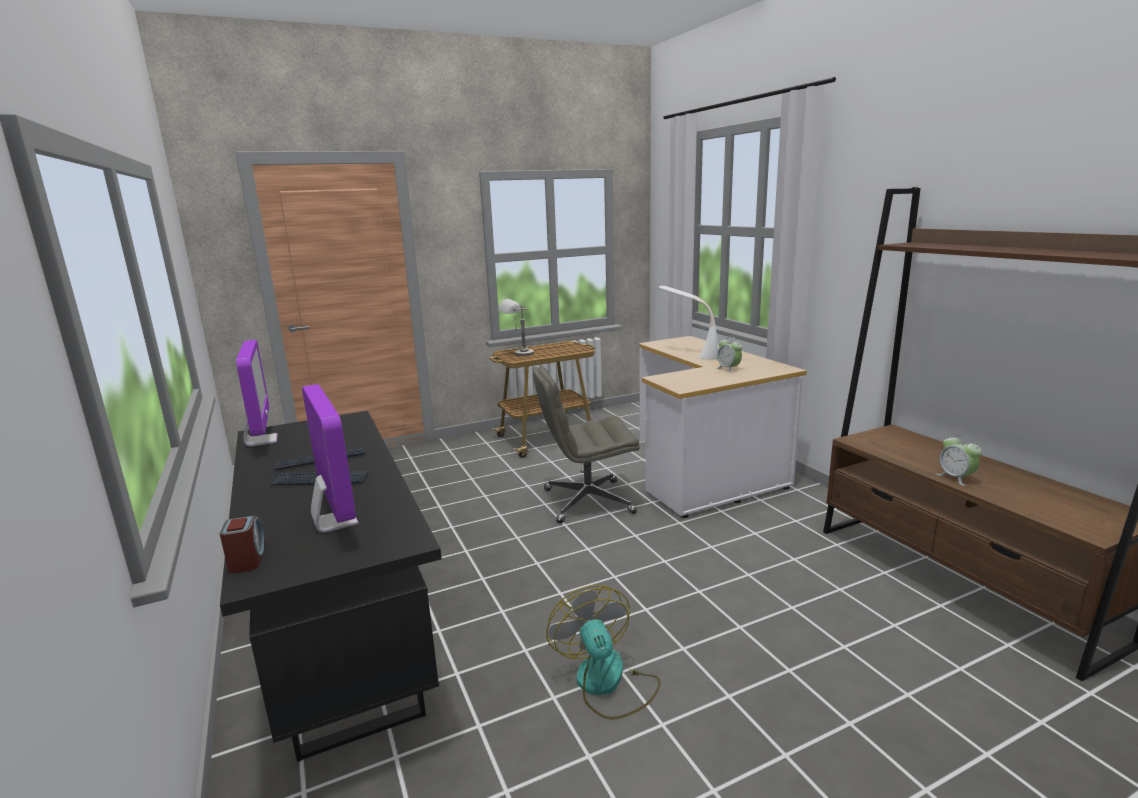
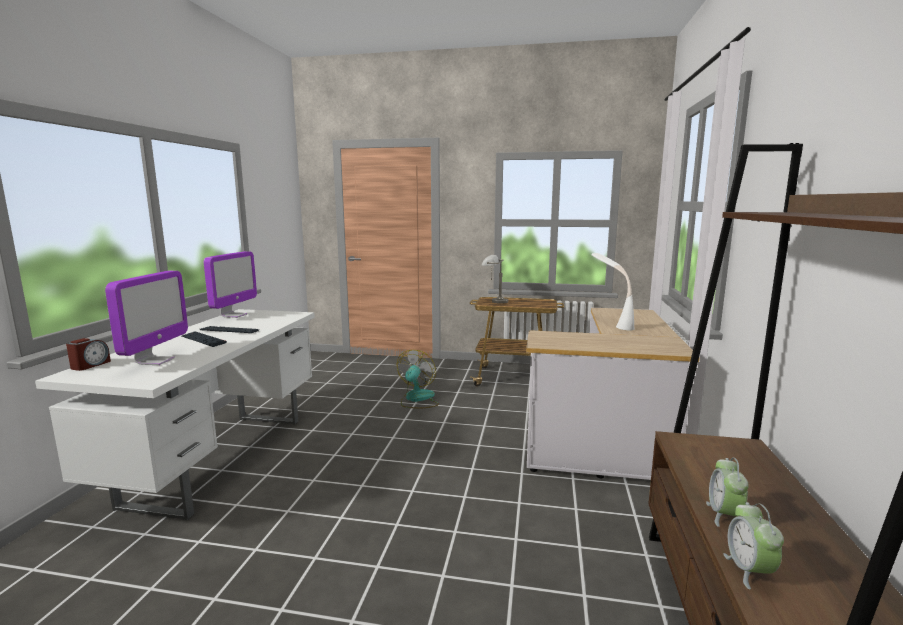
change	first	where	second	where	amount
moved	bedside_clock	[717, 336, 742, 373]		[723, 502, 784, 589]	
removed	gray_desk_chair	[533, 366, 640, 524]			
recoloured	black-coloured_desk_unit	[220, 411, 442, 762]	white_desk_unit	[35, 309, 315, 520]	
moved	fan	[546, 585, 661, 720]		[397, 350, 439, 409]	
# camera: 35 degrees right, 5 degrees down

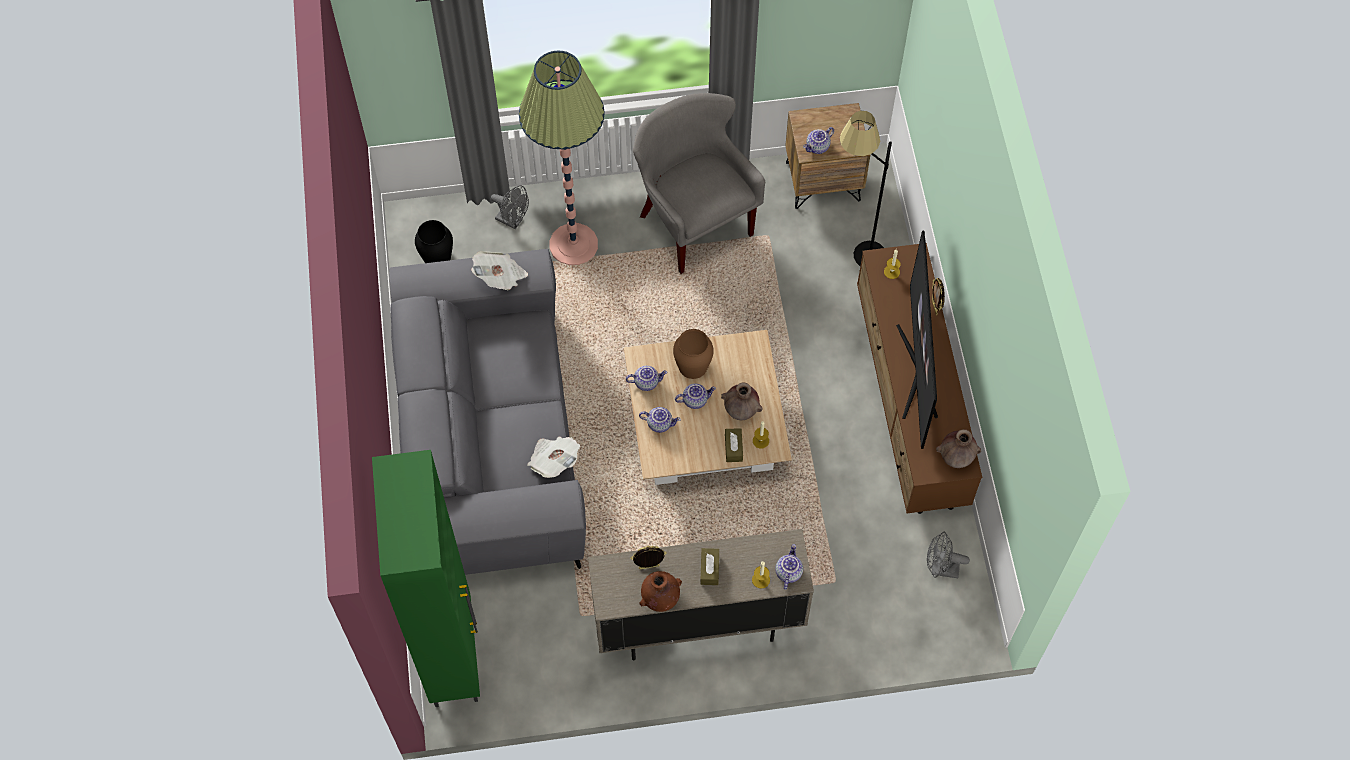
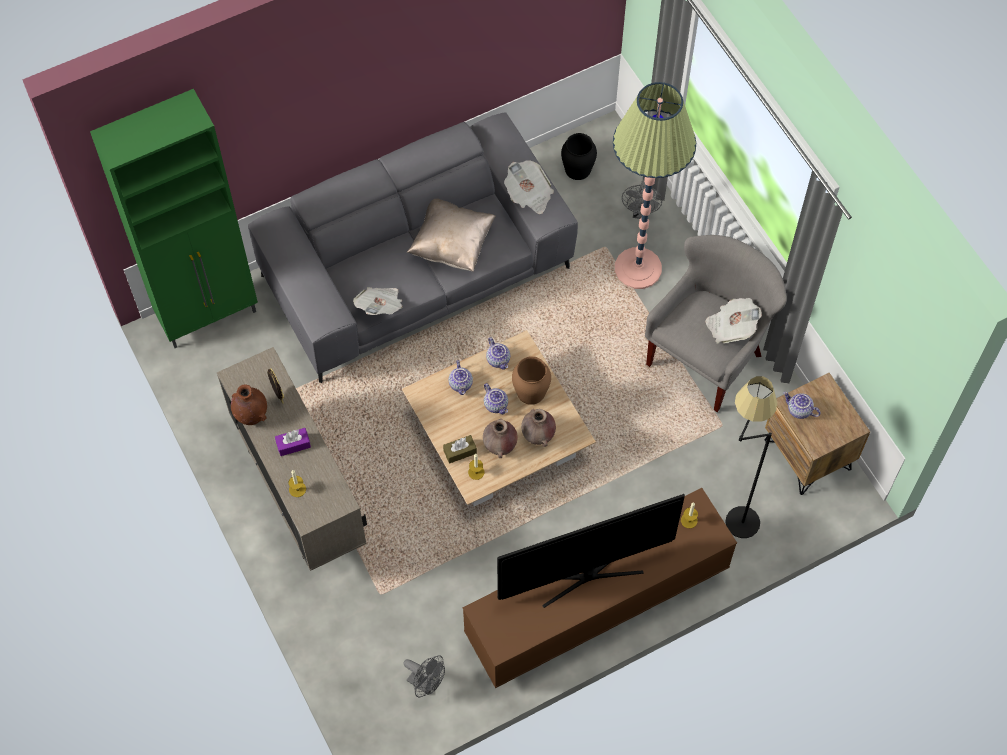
change	first	where	second	where	amount
removed	photo_frame	[932, 278, 945, 315]			
moved	brown_flower_vase	[936, 429, 981, 468]		[521, 409, 556, 447]	
turned	gray_fan	[927, 532, 970, 578]		[403, 655, 445, 697]	135 degrees clockwise
removed	teapot	[775, 544, 803, 590]			
recoloured	brown_box_of_tissues	[700, 548, 719, 585]	purple-coloured_box_of_tissues	[275, 428, 311, 456]	
added			beige_throw_pillow	[406, 198, 496, 272]	
added			daily_paper	[705, 298, 762, 343]	
# camera: 70 degrees right, 0 degrees up

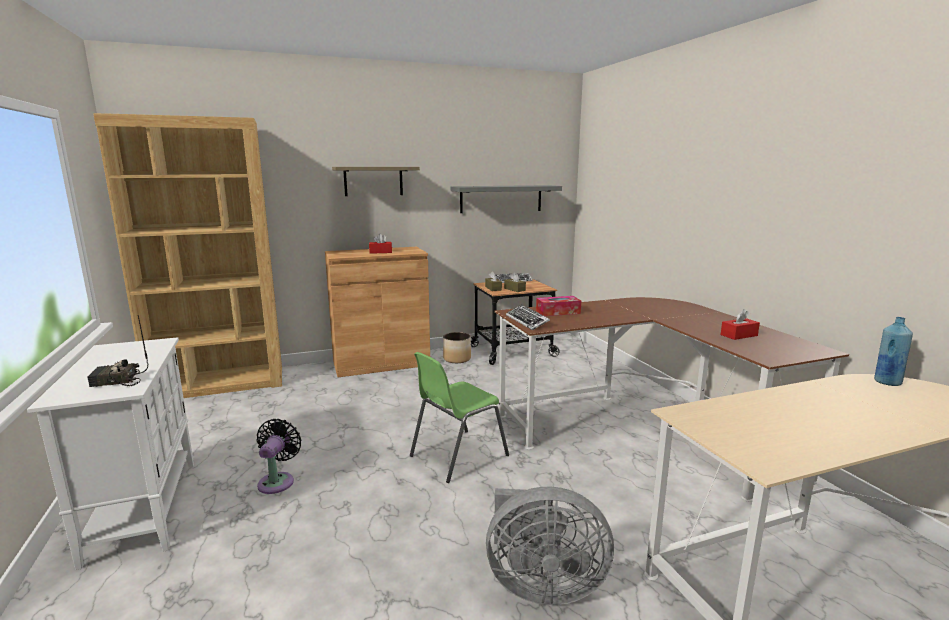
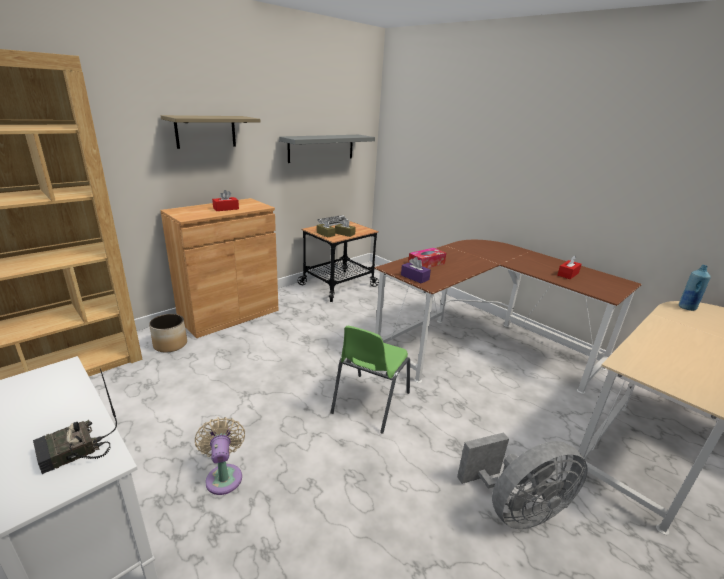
change	first	where	second	where	amount
replaced	keyboard	[506, 305, 550, 330]	purple-coloured_box_of_tissues	[401, 257, 431, 283]	
moved	plant_pot	[443, 332, 471, 363]		[149, 314, 187, 353]	
recoloured	black-coloured_fan	[256, 419, 301, 494]	beige_fan	[195, 417, 245, 495]	
# camera: 25 degrees left, 10 degrees up

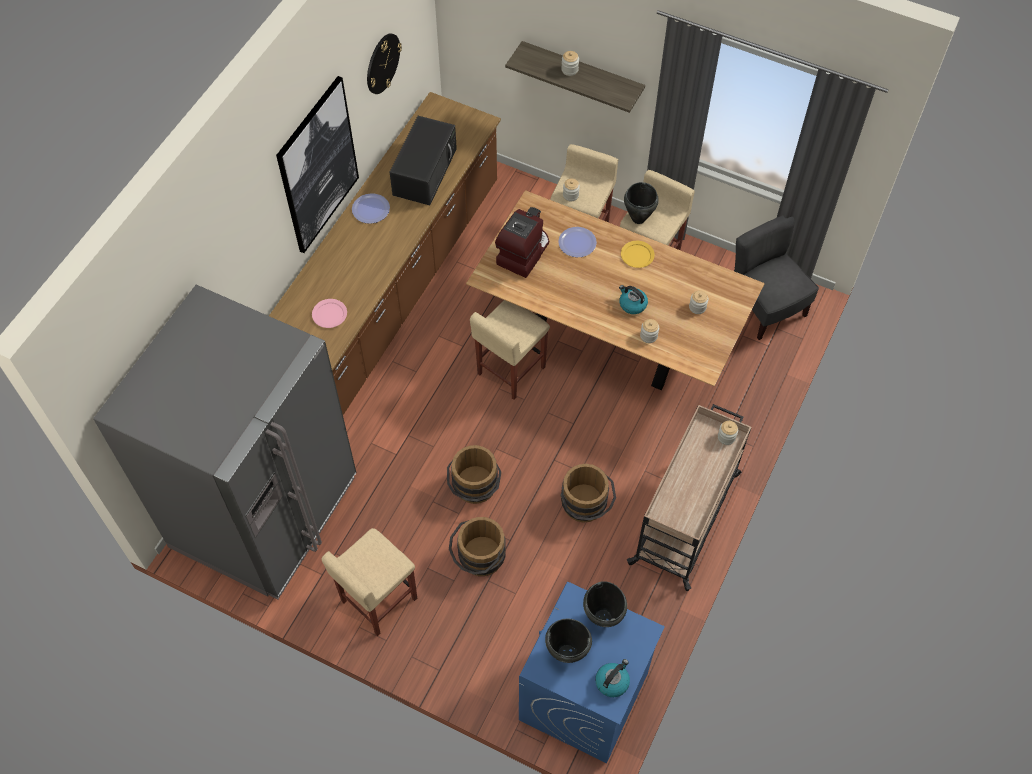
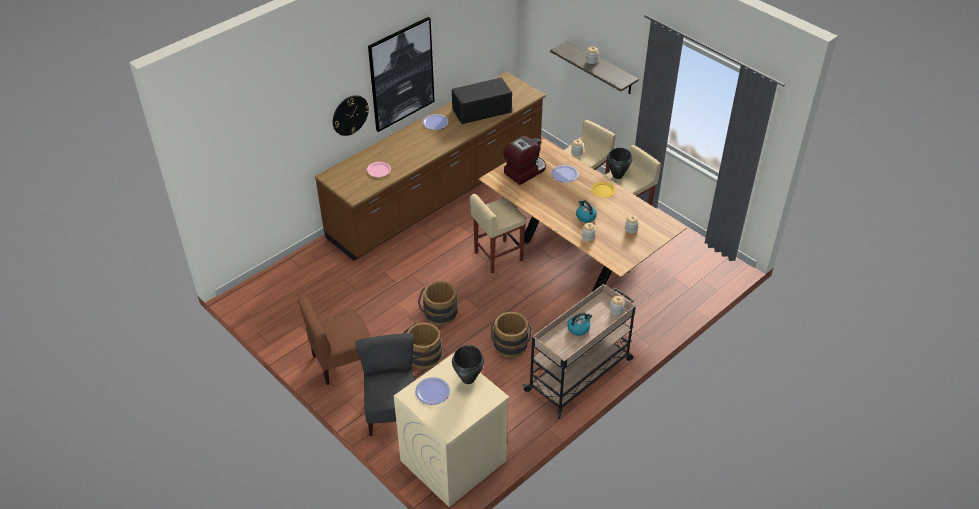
change	first	where	second	where	amount
moved	clock_on_the_wall	[367, 33, 402, 94]		[333, 95, 369, 136]	
turned	black-coloured_kitchen_microwave	[390, 116, 457, 205]		[452, 77, 512, 124]	150 degrees counterclockwise
moved	gray_plain_chair	[734, 215, 819, 340]		[355, 333, 415, 436]	
removed	gray_refrigerator	[93, 285, 356, 599]			
replaced	beige_sitting_stool	[321, 528, 417, 636]	brown_plain_chair	[298, 296, 370, 385]	
recoloured	blue_laundry_machine	[519, 582, 665, 764]	beige_laundry_machine	[394, 352, 509, 507]	
replaced	black-coloured_saucepot	[545, 619, 592, 663]	flat_dish	[415, 377, 450, 405]	
moved	tea_kettle	[595, 659, 630, 697]		[567, 312, 592, 336]	
# camera: 20 degrees right, 15 degrees down

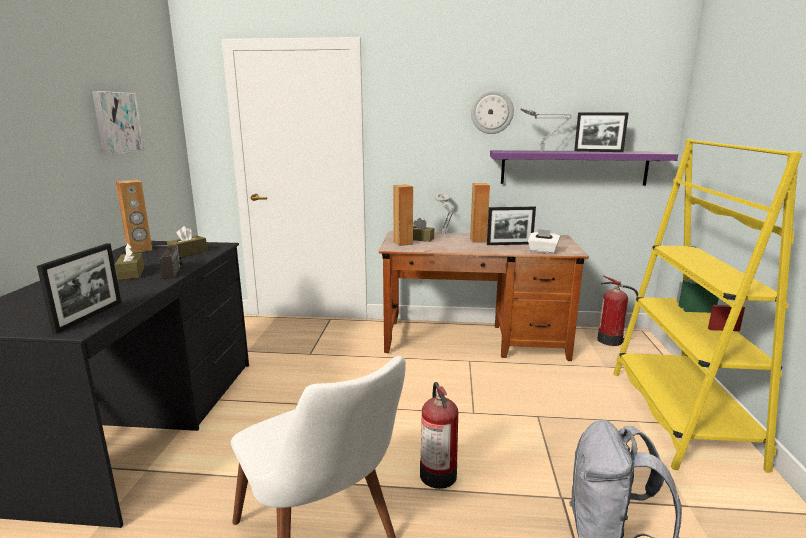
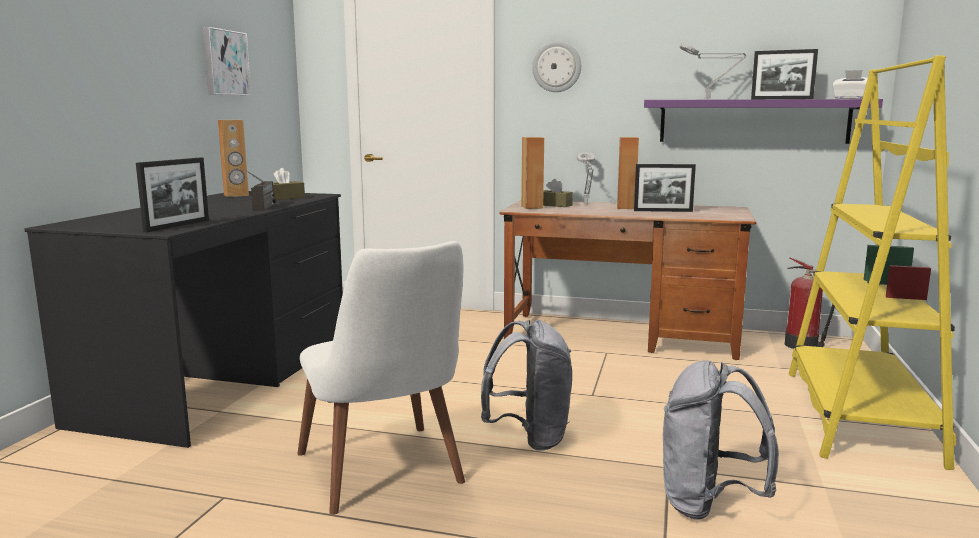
change	first	where	second	where	amount
moved	clock_on_the_wall	[471, 90, 514, 134]		[532, 41, 581, 92]	
moved	white_box_of_tissues	[528, 229, 560, 254]		[832, 70, 868, 99]	
removed	brown_box_of_tissues	[115, 243, 144, 280]			
replaced	extinguisher	[420, 382, 458, 489]	gray_knapsack	[481, 320, 572, 451]	
# camera: 10 degrees right, 5 degrees down

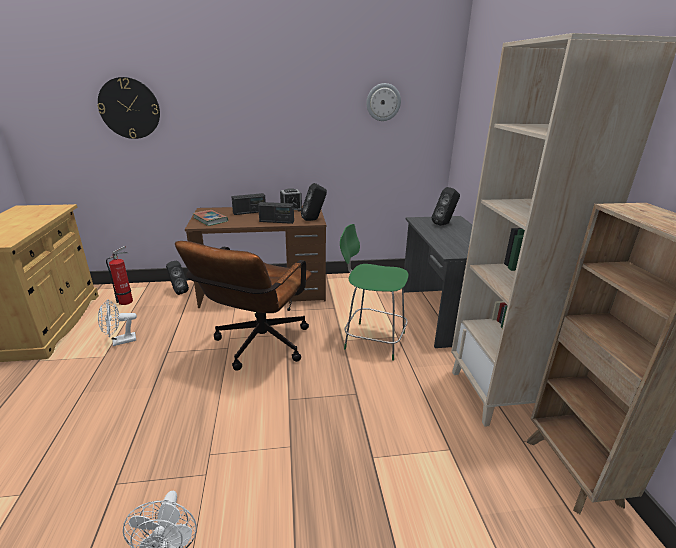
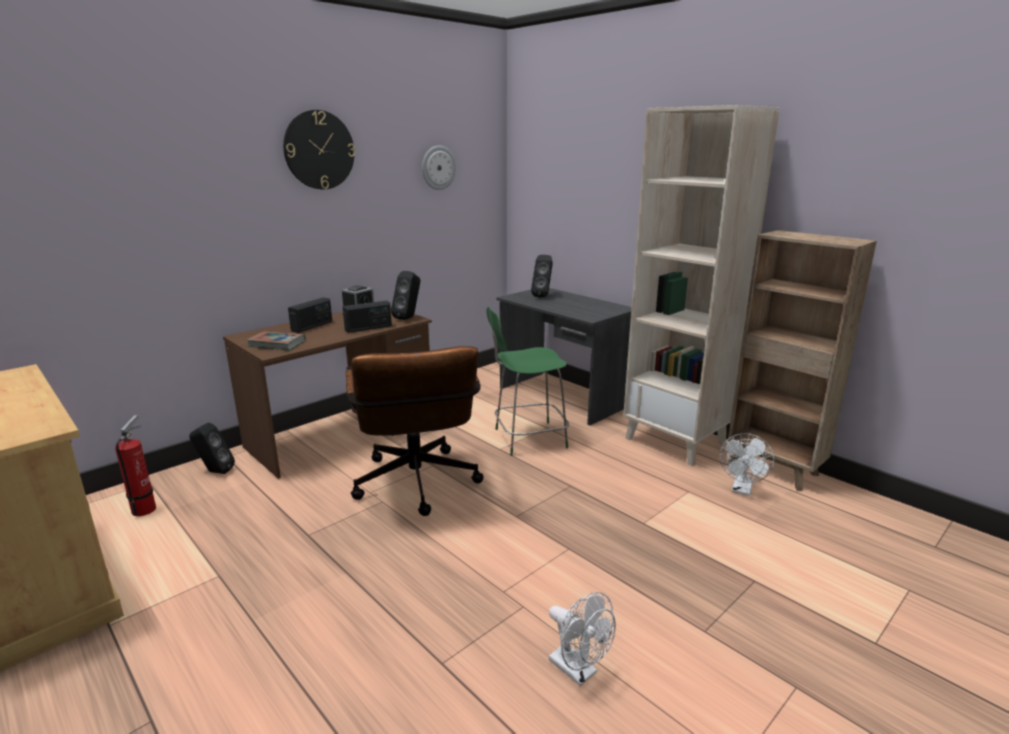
change	first	where	second	where	amount
moved	clock_on_the_wall	[98, 77, 160, 139]		[283, 110, 355, 189]	
moved	white_fan	[98, 299, 137, 346]		[720, 433, 774, 496]	
# camera: 35 degrees left, 5 degrees down

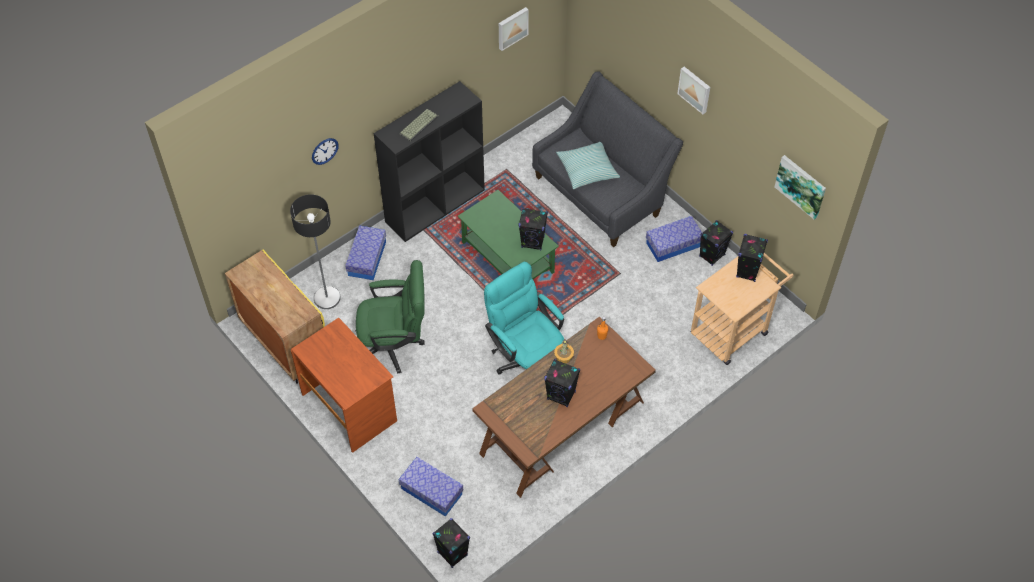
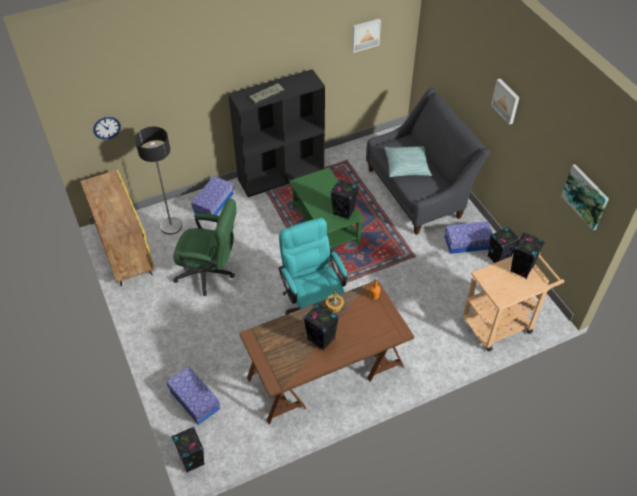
change	first	where	second	where	amount
moved	clock_on_the_wall	[312, 138, 339, 165]		[93, 117, 121, 140]	
removed	brown_desk_unit	[291, 318, 397, 453]			
# camera: 15 degrees right, 5 degrees down

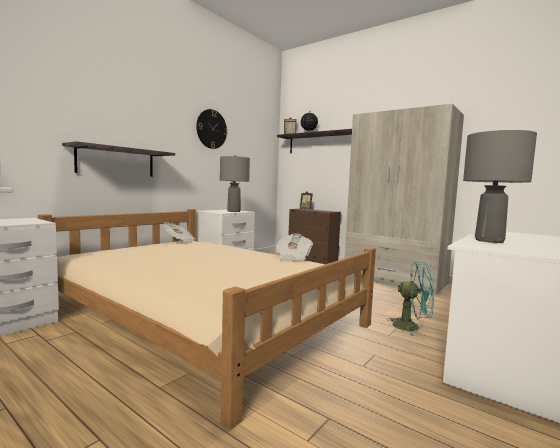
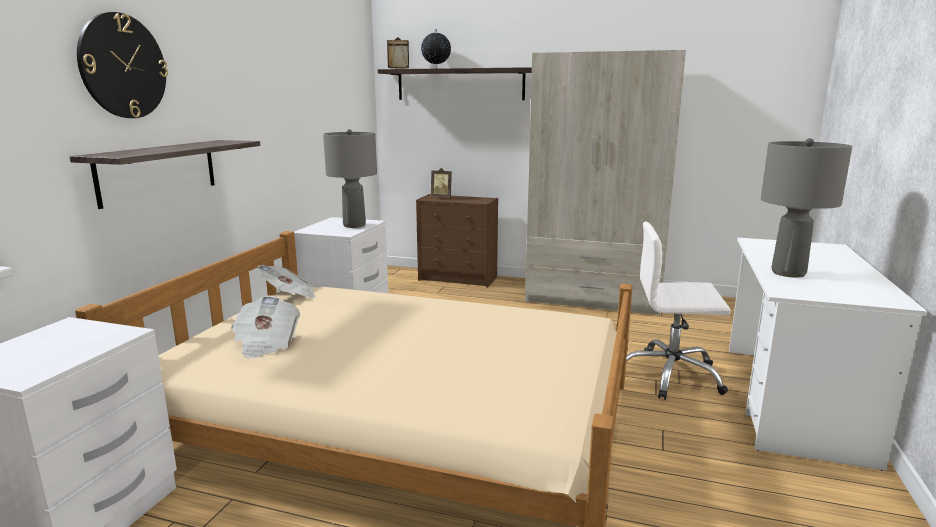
change	first	where	second	where	amount
moved	clock_on_the_wall	[196, 109, 228, 149]		[77, 12, 168, 118]	
moved	daily_paper	[276, 233, 313, 262]		[231, 295, 300, 359]	
replaced	blue-green_fan	[388, 262, 434, 336]	white_desk_chair	[626, 222, 731, 400]	
# camera: 20 degrees left, 10 degrees up

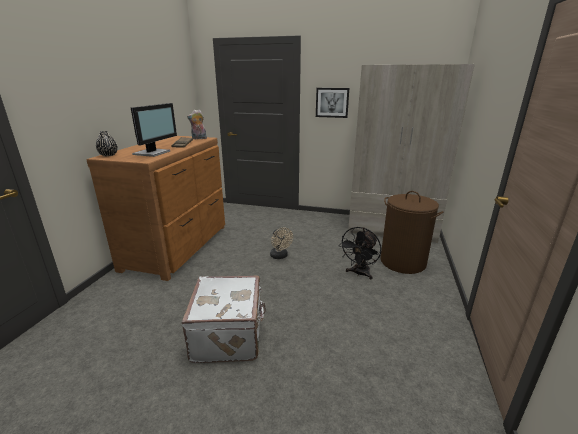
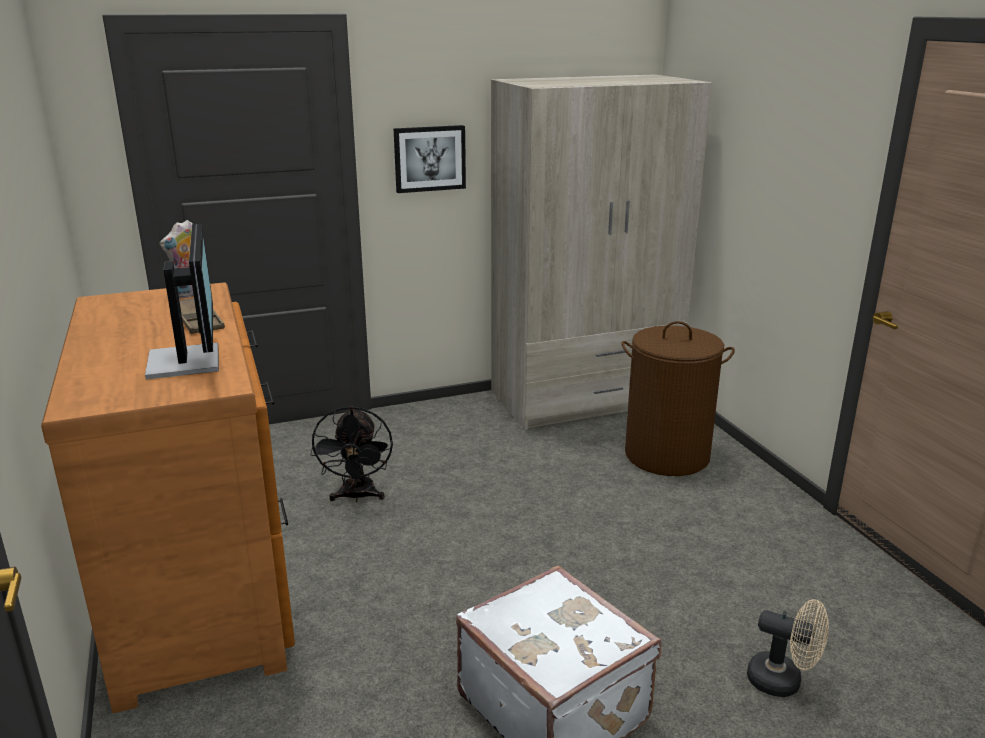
change	first	where	second	where	amount
removed	black-coloured_flower_vase	[96, 131, 118, 156]			
moved	black-coloured_fan	[339, 227, 381, 279]		[310, 406, 393, 502]	
moved	beige_fan	[270, 228, 293, 259]		[747, 599, 829, 697]	
# camera: 35 degrees left, 0 degrees up

